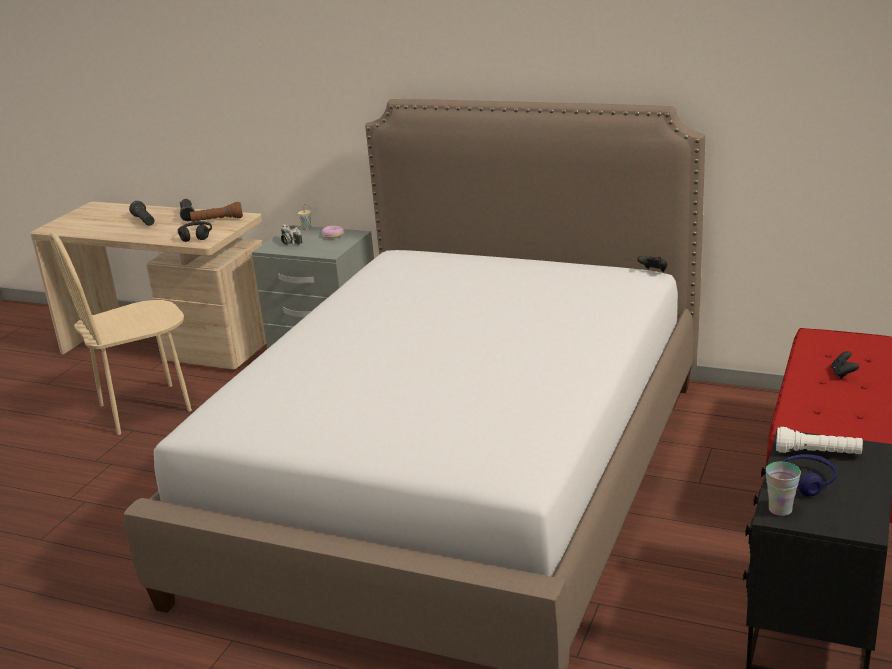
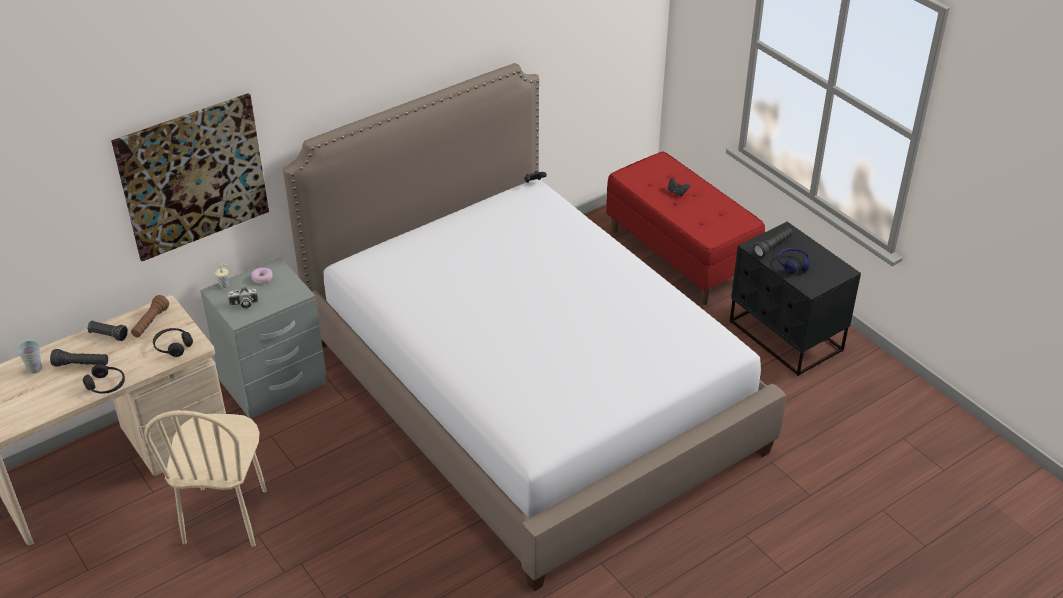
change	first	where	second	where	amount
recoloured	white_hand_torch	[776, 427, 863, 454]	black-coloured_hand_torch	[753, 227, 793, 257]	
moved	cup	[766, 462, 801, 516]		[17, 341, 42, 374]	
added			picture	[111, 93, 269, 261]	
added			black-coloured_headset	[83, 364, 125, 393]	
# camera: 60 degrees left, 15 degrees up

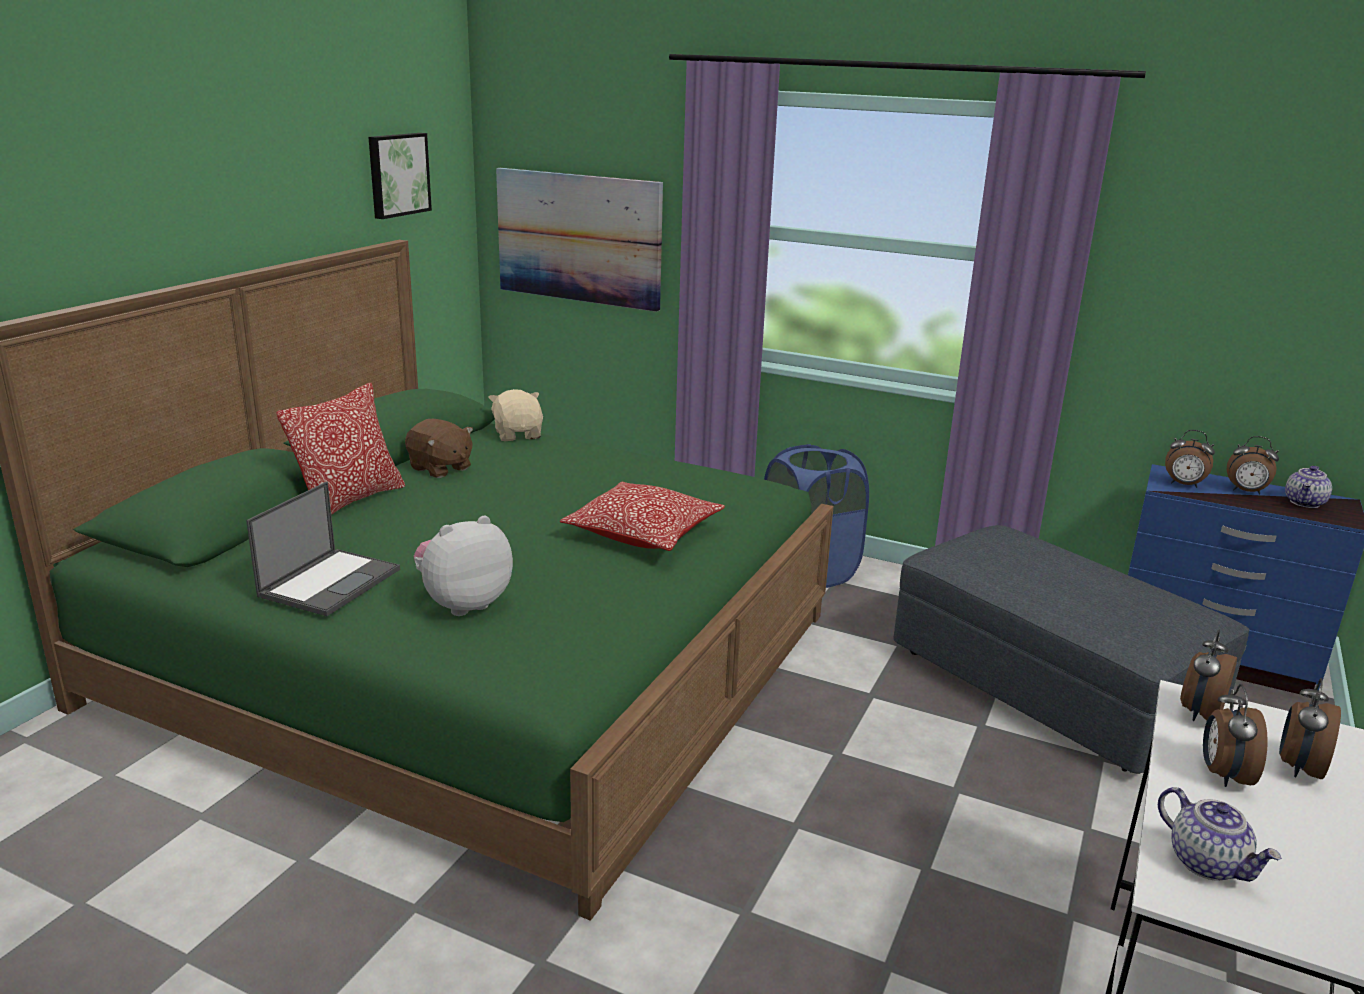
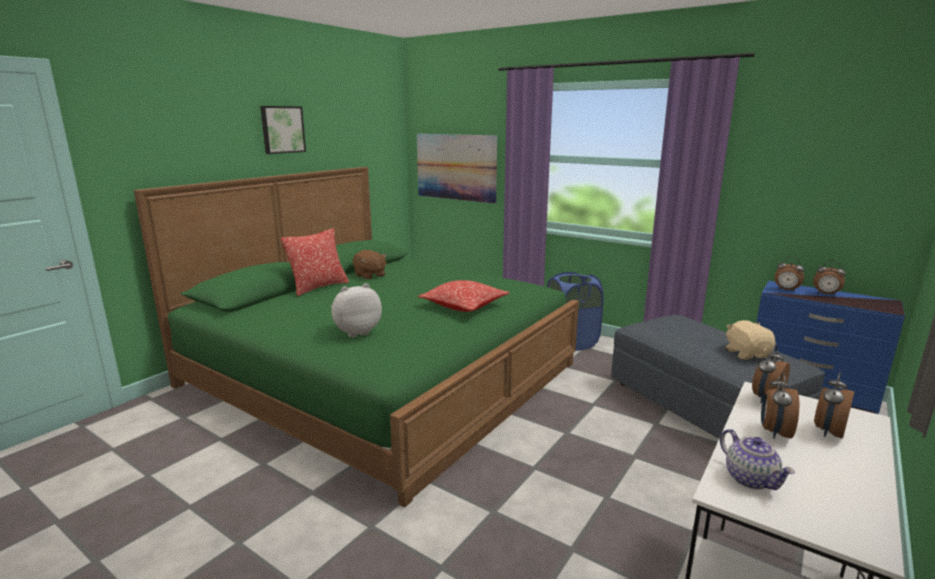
change	first	where	second	where	amount
moved	picture	[368, 133, 432, 219]		[260, 106, 306, 154]	
moved	beige_soft_toy	[488, 389, 543, 441]		[726, 320, 776, 360]	
removed	teapot	[1285, 466, 1332, 508]			
removed	laptop	[246, 481, 400, 616]			
# camera: 10 degrees right, 5 degrees down

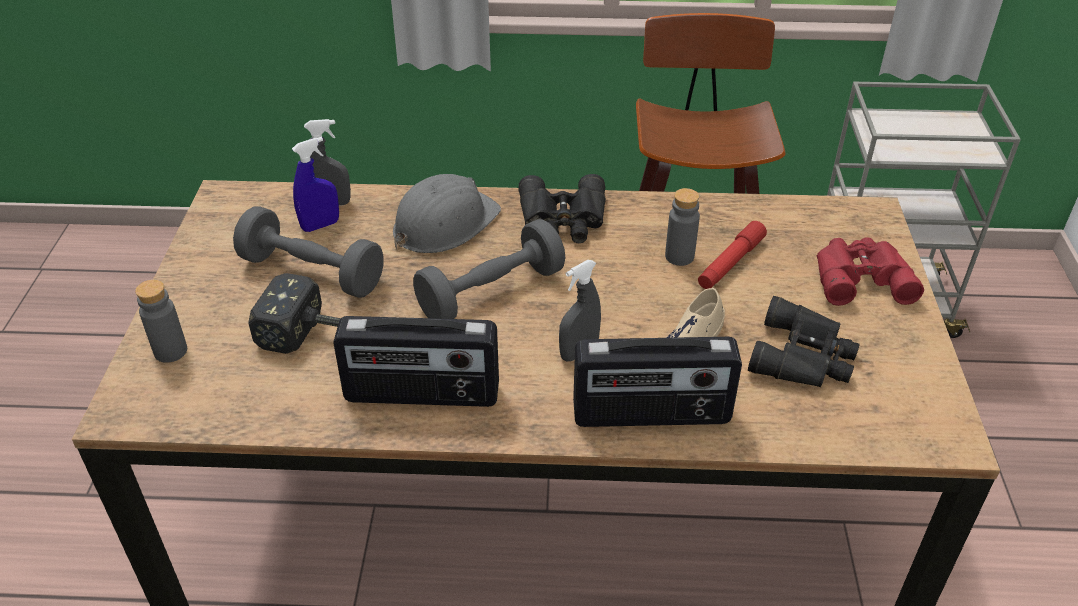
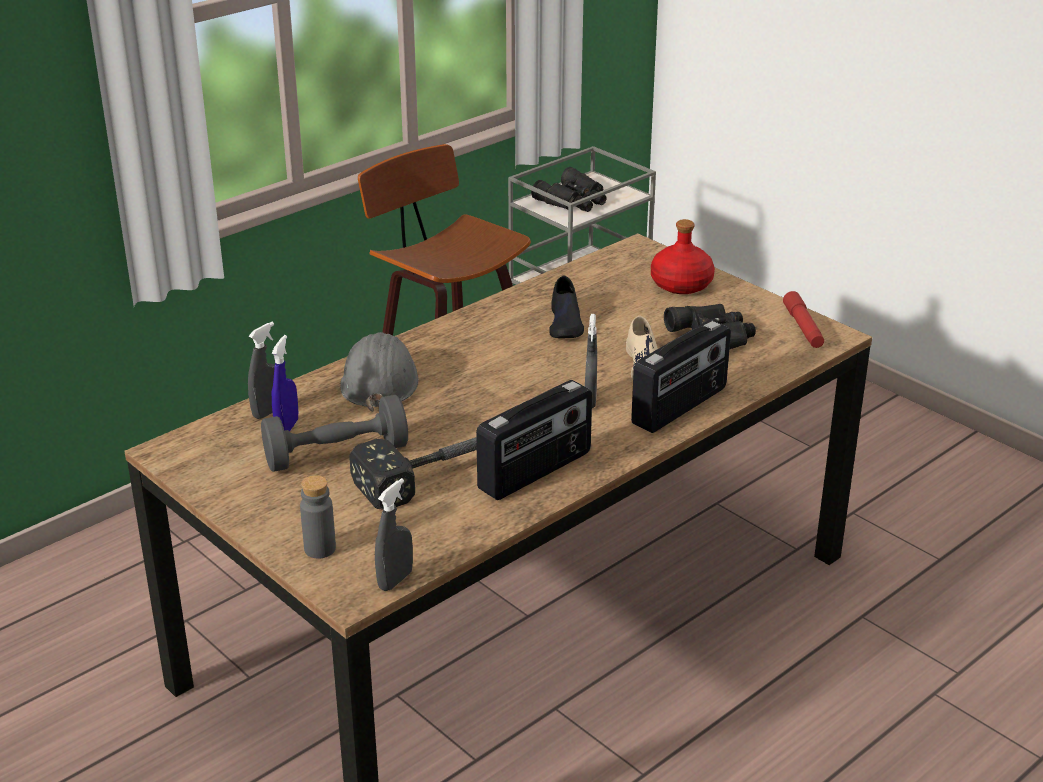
change	first	where	second	where	amount
moved	black-coloured_binoculars	[519, 174, 606, 243]		[531, 167, 607, 212]	
replaced	gray_bottle	[665, 188, 700, 266]	black-coloured_item_of_footwear	[549, 275, 584, 338]	
removed	gray_free_weight	[413, 219, 566, 319]			
moved	red_hand_torch	[698, 221, 767, 289]		[783, 291, 824, 348]	
replaced	red_binoculars	[817, 237, 924, 306]	red_bottle	[651, 219, 715, 294]	
added			gray_spray_bottle	[375, 478, 413, 591]	
# camera: 45 degrees left, 10 degrees down

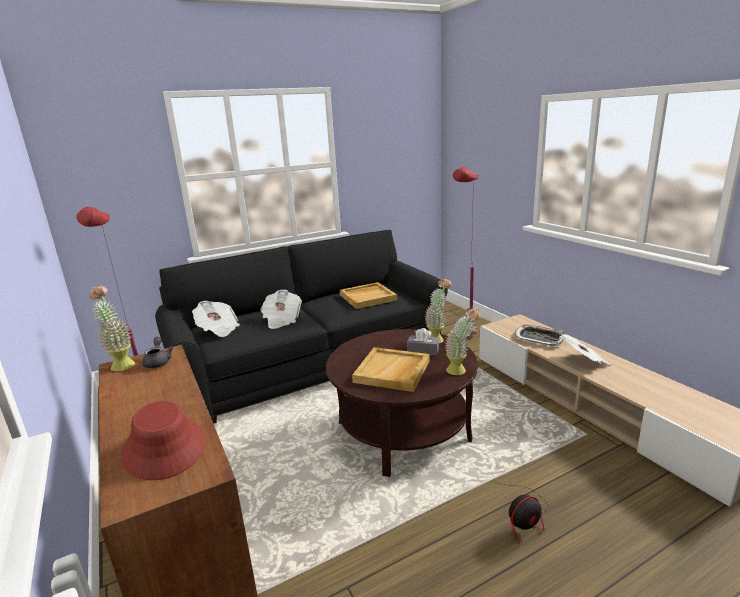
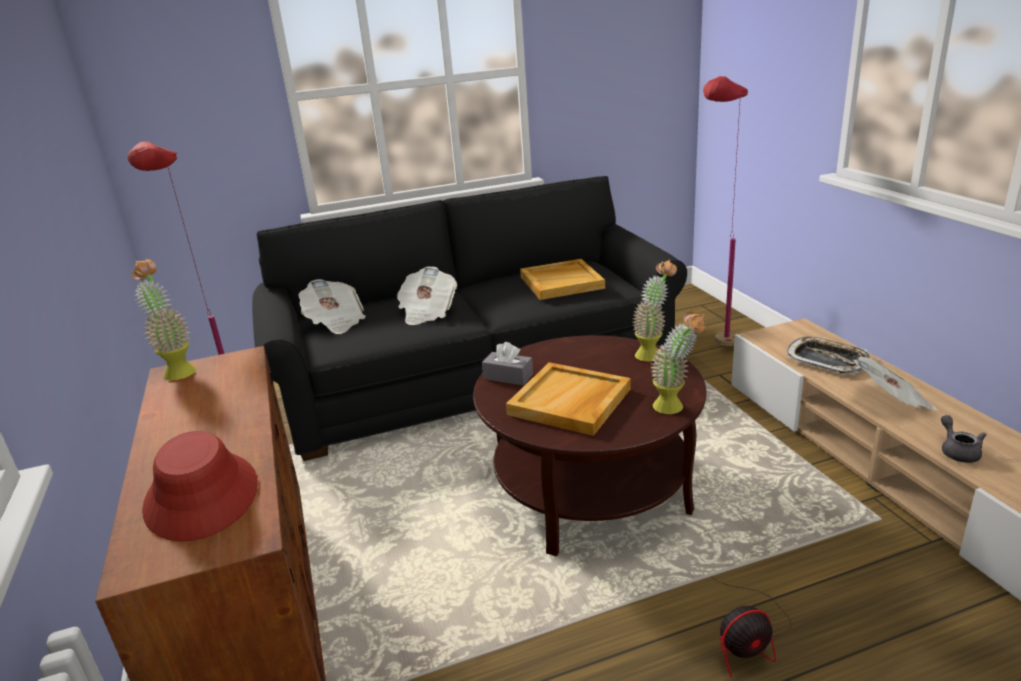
change	first	where	second	where	amount
moved	gray_box_of_tissues	[407, 328, 439, 356]		[482, 342, 533, 386]	
moved	gray_teapot	[142, 337, 174, 368]		[941, 415, 987, 463]	
# camera: 10 degrees right, 5 degrees up

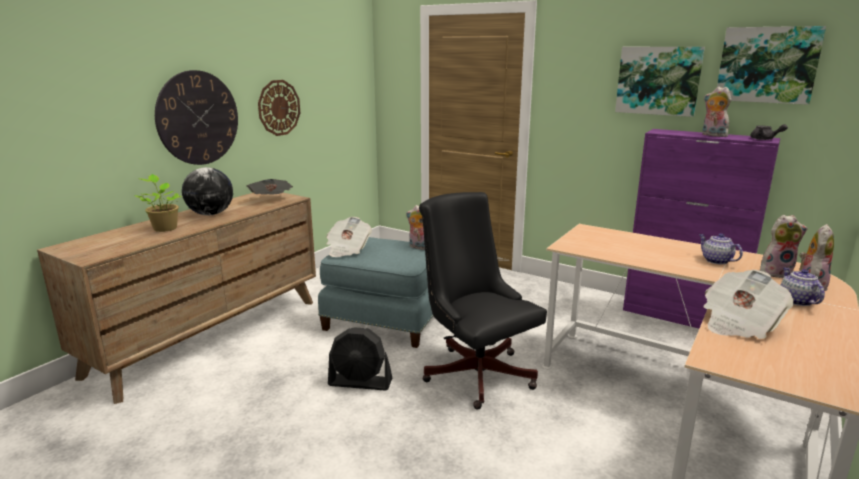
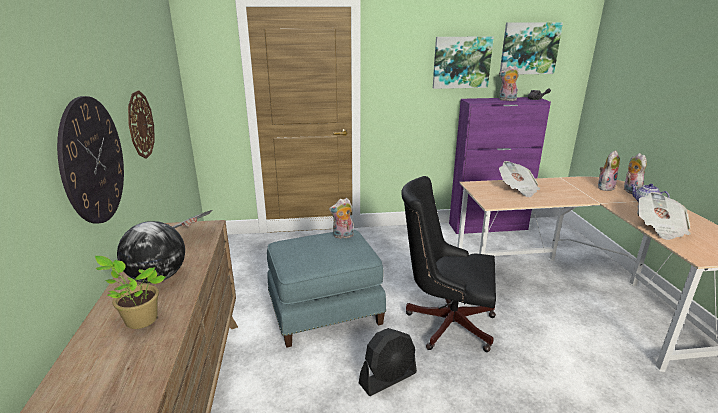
change	first	where	second	where	amount
moved	daily_paper	[326, 217, 372, 257]		[499, 161, 540, 198]	
removed	teapot	[699, 233, 743, 264]			
# camera: 40 degrees left, 5 degrees up

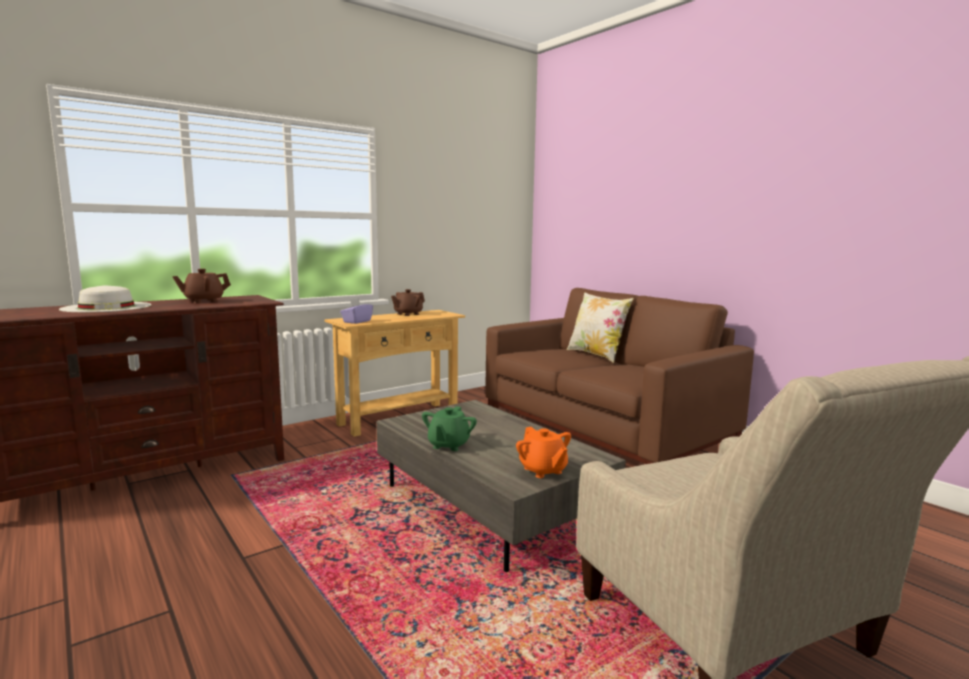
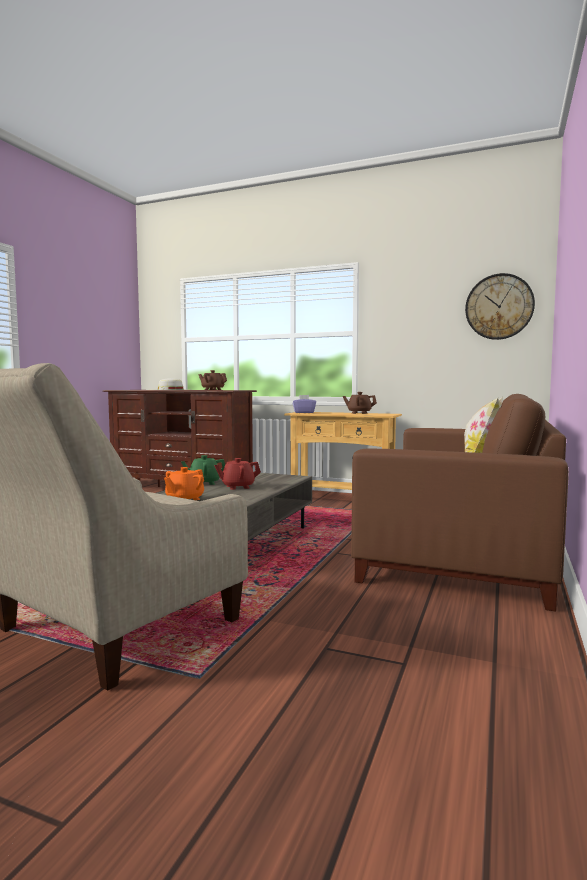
change	first	where	second	where	amount
added			clock_on_the_wall	[465, 273, 535, 340]	
added			red_teapot	[214, 458, 261, 490]	
# camera: 60 degrees right, 5 degrees down

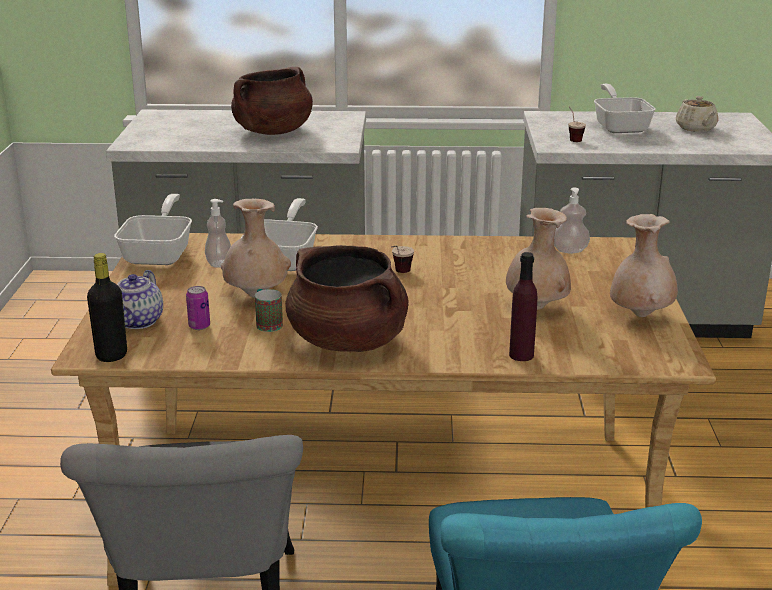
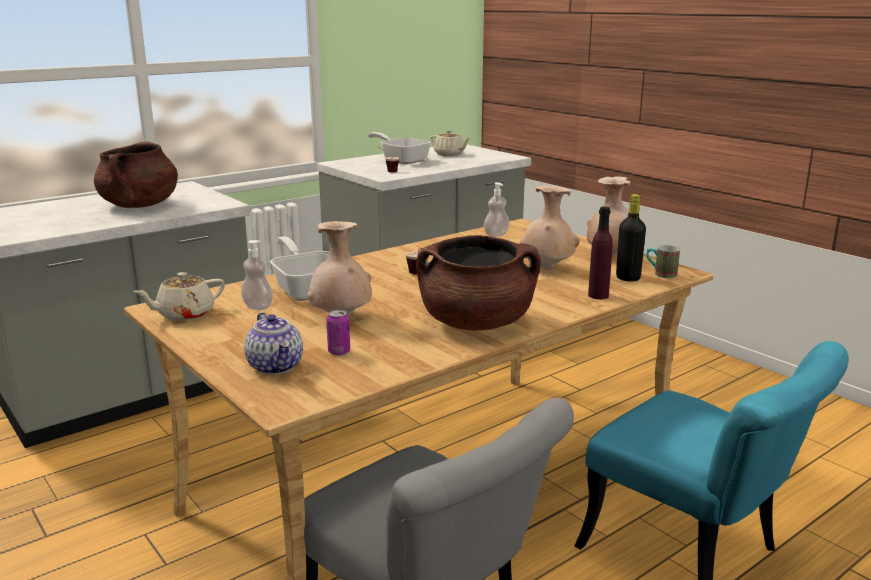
change	first	where	second	where	amount
replaced	skillet	[114, 194, 192, 265]	beige_teapot	[134, 272, 225, 321]	
moved	black-coloured_bottle	[87, 253, 127, 362]		[616, 194, 646, 282]	
moved	mug	[255, 289, 283, 332]		[646, 245, 680, 278]	
# camera: 40 degrees left, 5 degrees down

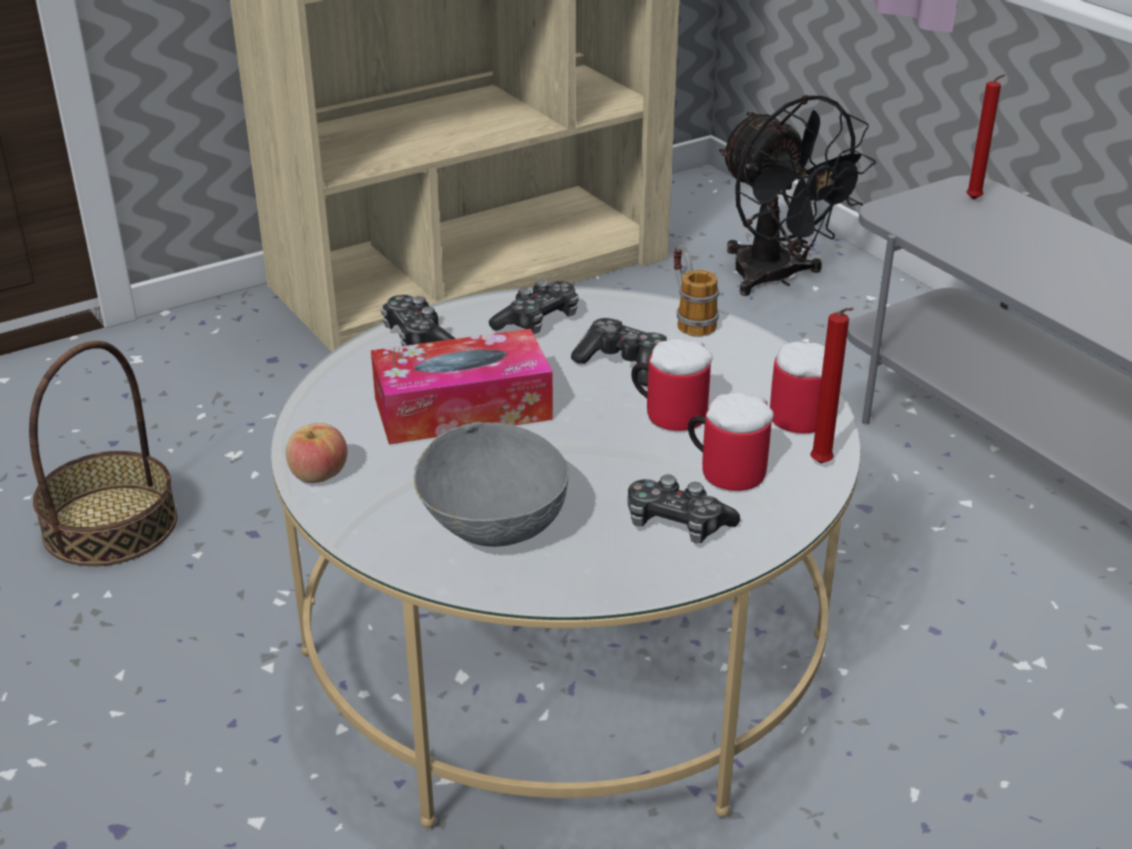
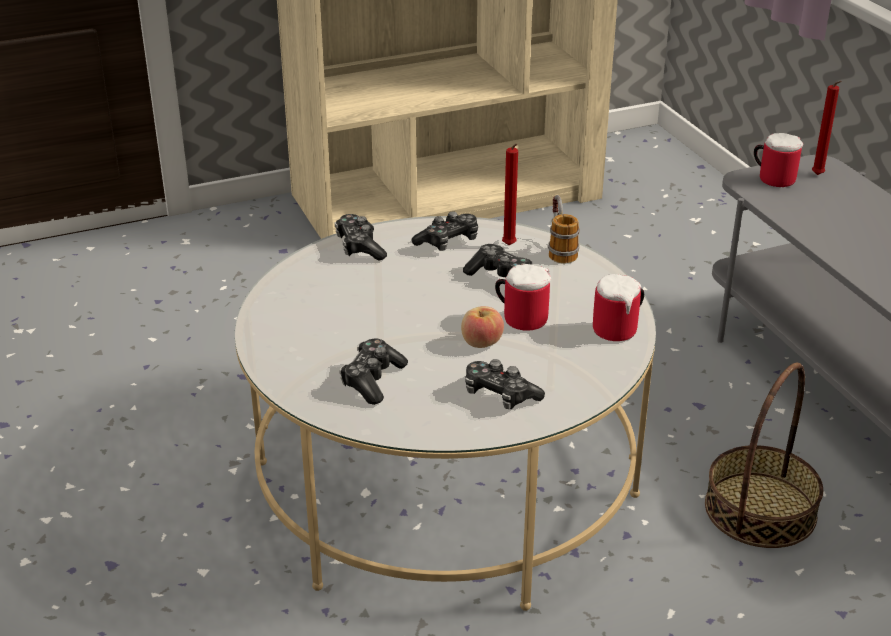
change	first	where	second	where	amount
removed	black-coloured_fan	[719, 95, 876, 296]			
moved	red_wax_candle	[810, 308, 854, 463]		[502, 144, 518, 245]	
removed	box_of_tissues	[371, 329, 553, 445]			
moved	storage_basket	[29, 341, 177, 566]		[705, 363, 823, 548]	
moved	mug	[688, 393, 774, 491]		[754, 133, 803, 187]	
replaced	gray_deep_dish	[414, 422, 569, 547]	gamepad	[339, 339, 408, 405]	
moved	apple_fruit	[286, 423, 347, 483]		[461, 306, 504, 348]	
# camera: 10 degrees right, 0 degrees up

